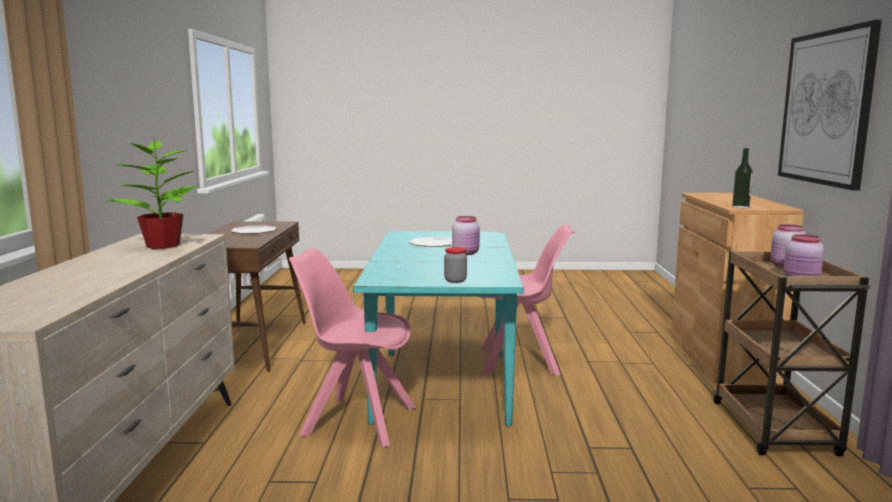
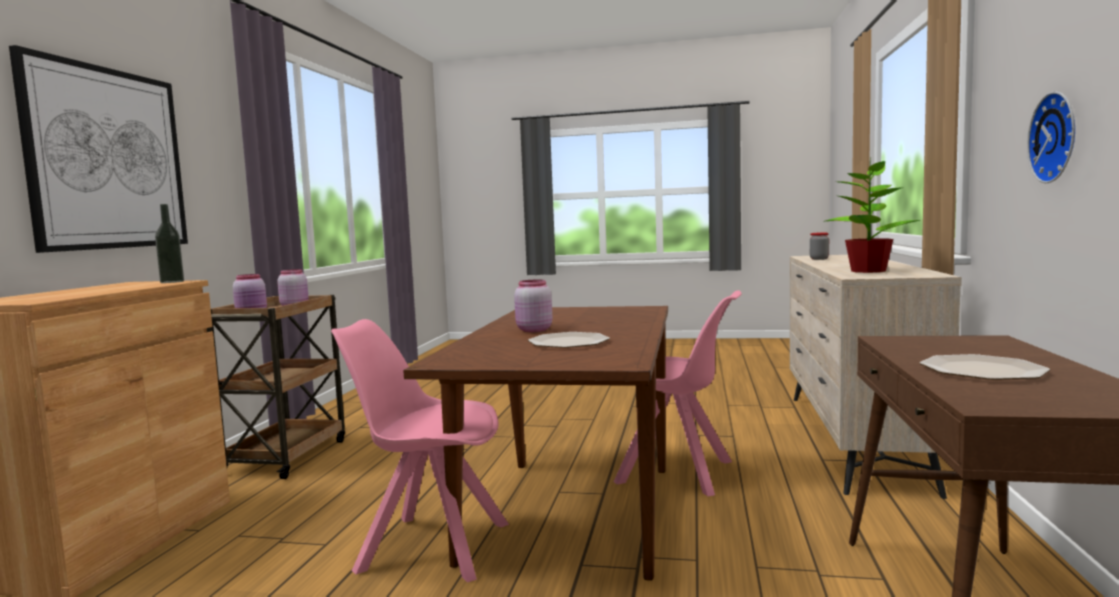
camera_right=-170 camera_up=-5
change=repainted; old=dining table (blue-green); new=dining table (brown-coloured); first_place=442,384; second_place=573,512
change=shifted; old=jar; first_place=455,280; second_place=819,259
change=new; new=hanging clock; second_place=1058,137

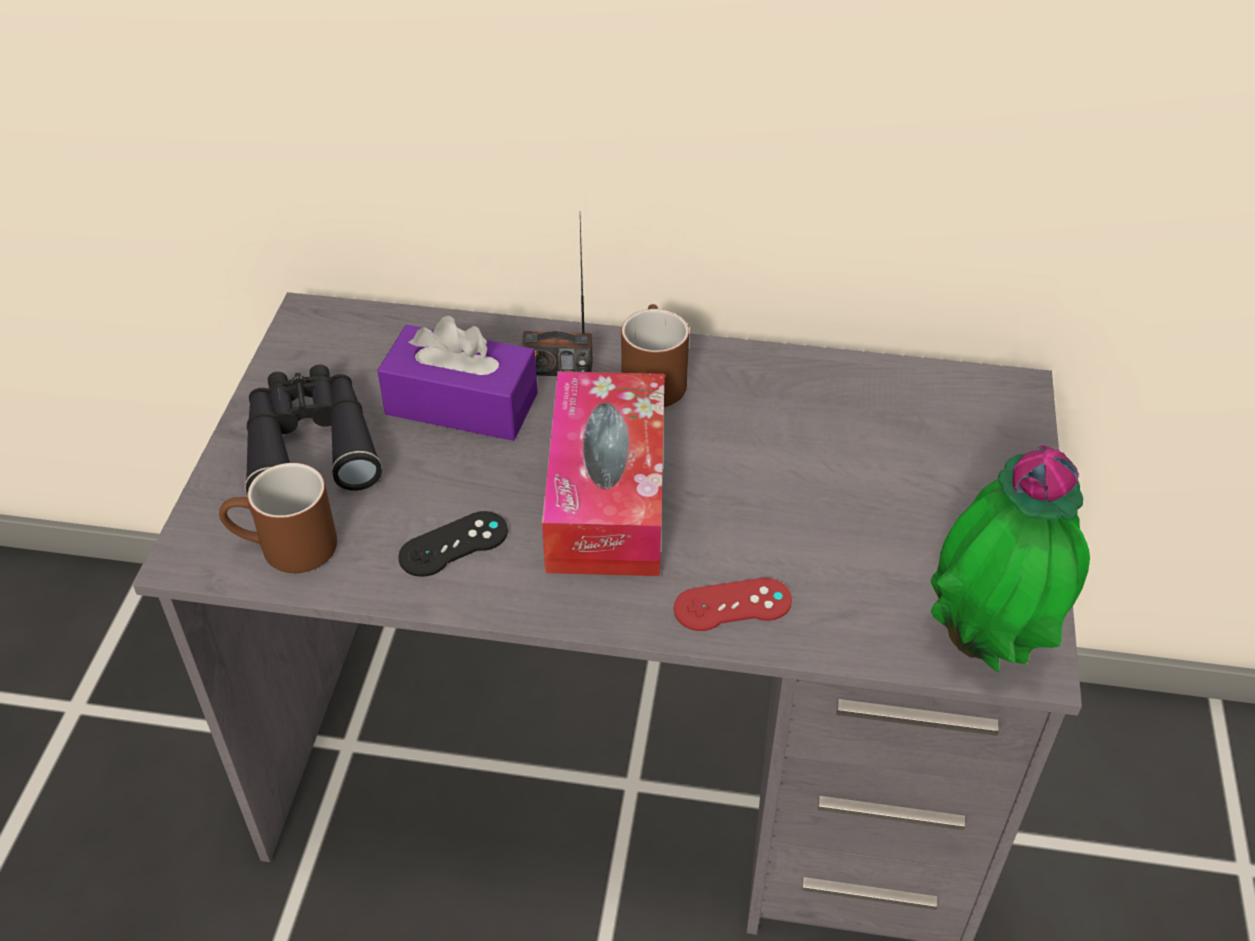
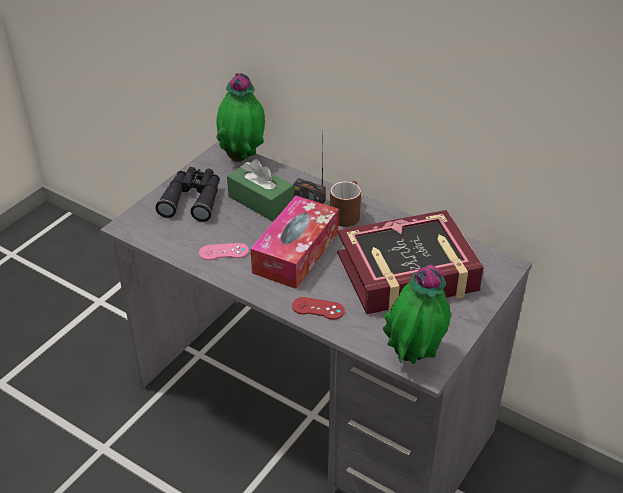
camera_right=25 camera_up=-5
change=repainted; old=tissue holder (purplish); new=tissue holder (green); first_place=461,404; second_place=261,201
change=gone; old=mug (brown-coloured); first_place=284,549
change=repainted; old=joypad (blackish); new=joypad (pink-coloured); first_place=453,544; second_place=223,252
change=new; new=houseplant; second_place=243,158
change=new; new=volume; second_place=407,273

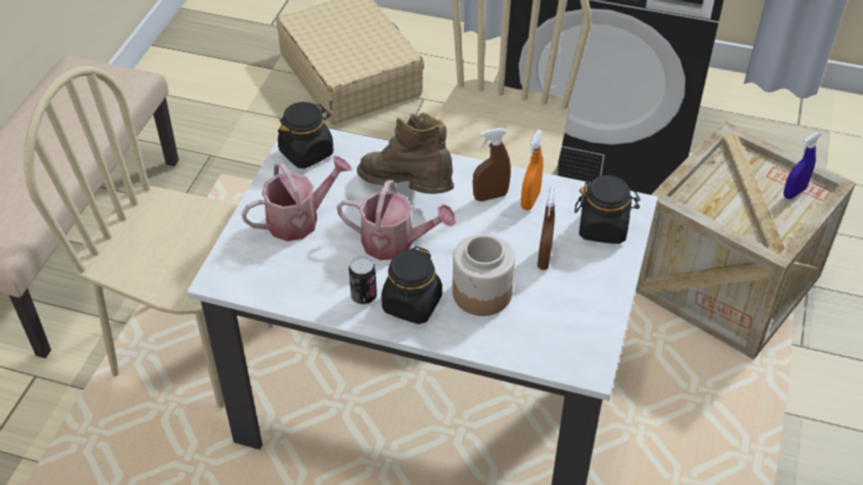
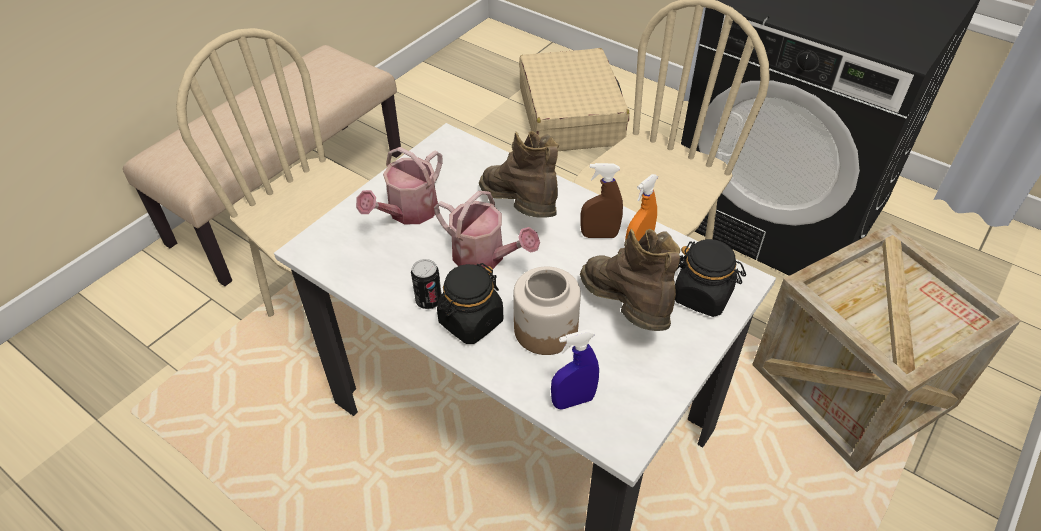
camera_right=20 camera_up=0
change=gone; old=jar (blackish); first_place=306,152
change=shifted; old=spray bottle (bluish); first_place=794,192; second_place=573,401
change=rotated; old=sprinkling can; first_place=299,219; second_place=408,212; degrees=135
change=swapped; old=spray bottle (brown-coloured); new=tall boot (brown-coloured); first_place=544,258; second_place=626,311

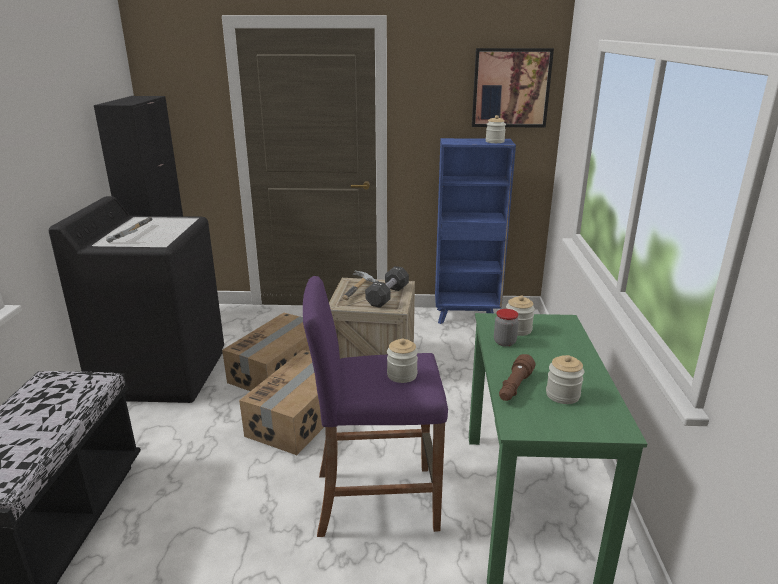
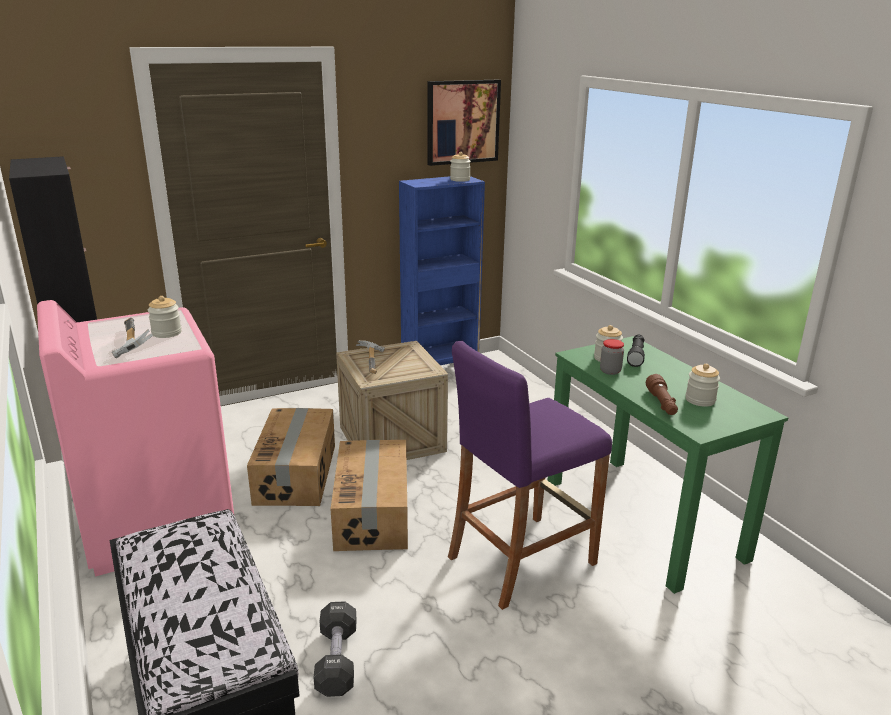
camera_right=-30 camera_up=0
change=repainted; old=laundry appliance (blackish); new=laundry appliance (pink-coloured); first_place=162,373; second_place=156,520
change=shifted; old=hand weight (blackish); first_place=387,296; second_place=337,660
change=shifted; old=jar; first_place=402,375; second_place=166,333
change=new; new=torch (blackish); second_place=636,355

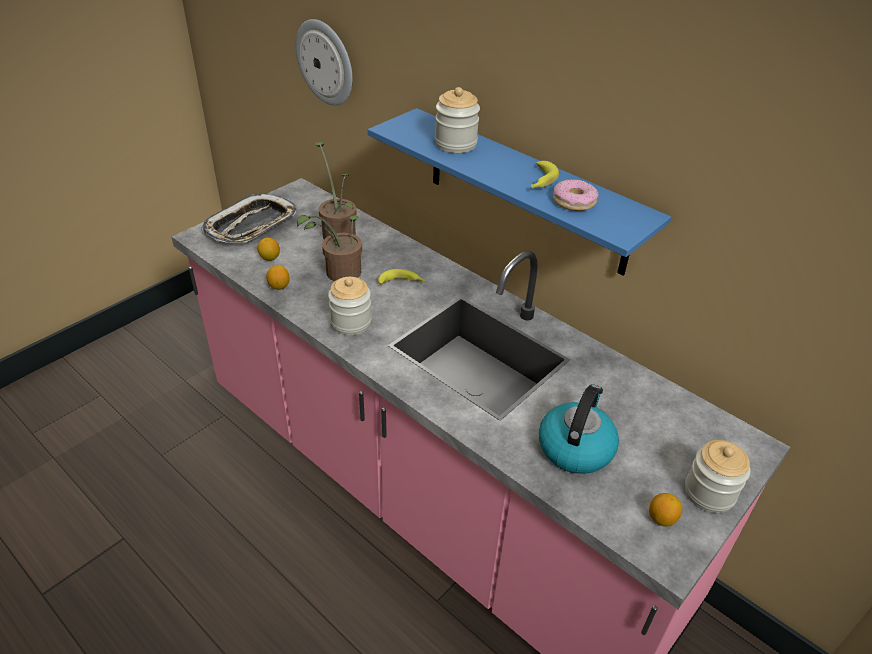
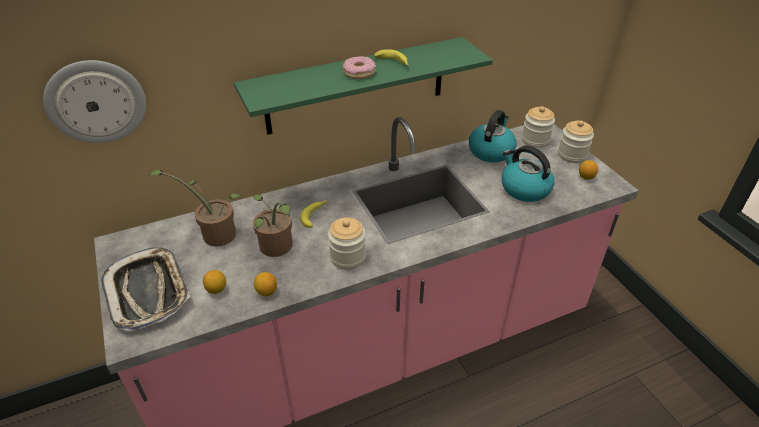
camera_right=-65 camera_up=0
change=shifted; old=jar; first_place=455,144; second_place=535,140
change=repainted; old=shelf (bluish); new=shelf (green); first_place=526,191; second_place=356,86
change=shifted; old=doughnut; first_place=574,201; second_place=359,72
change=new; new=tea kettle; second_place=491,151

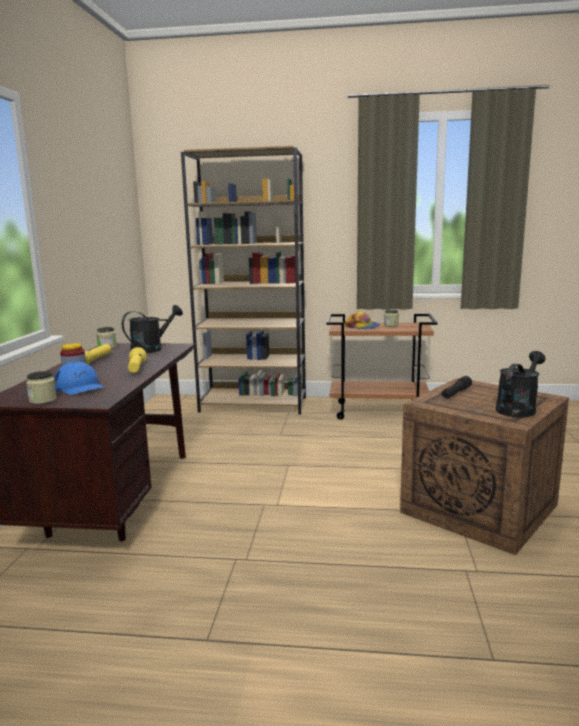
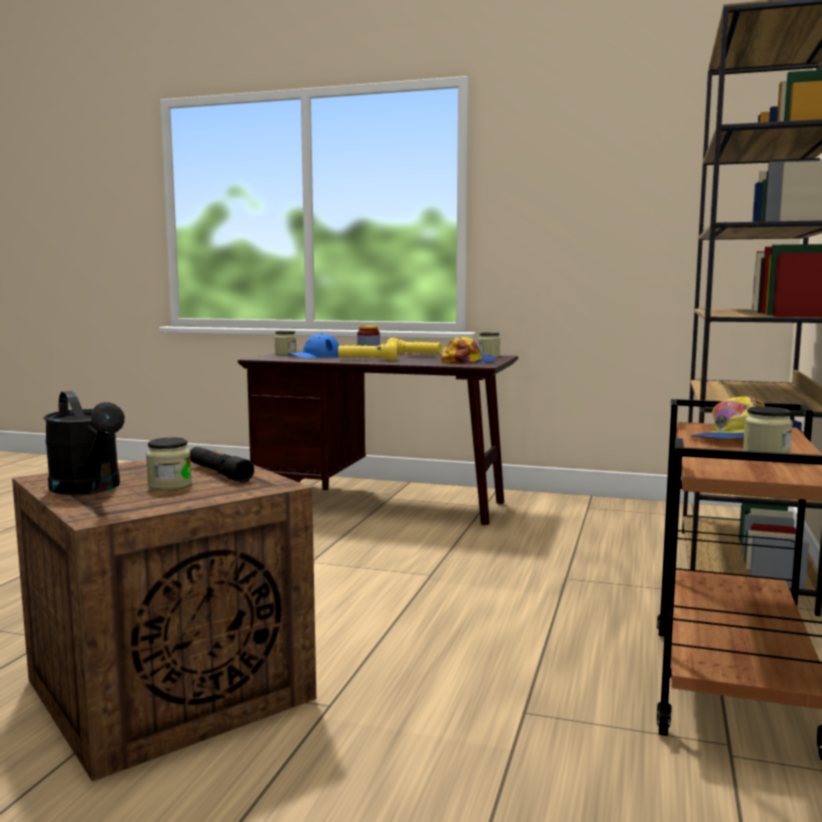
camera_right=100 camera_up=-5
change=swapped; old=sprinkling can (blackish); new=cap; first_place=152,349; second_place=468,361
change=new; new=jar; second_place=169,485

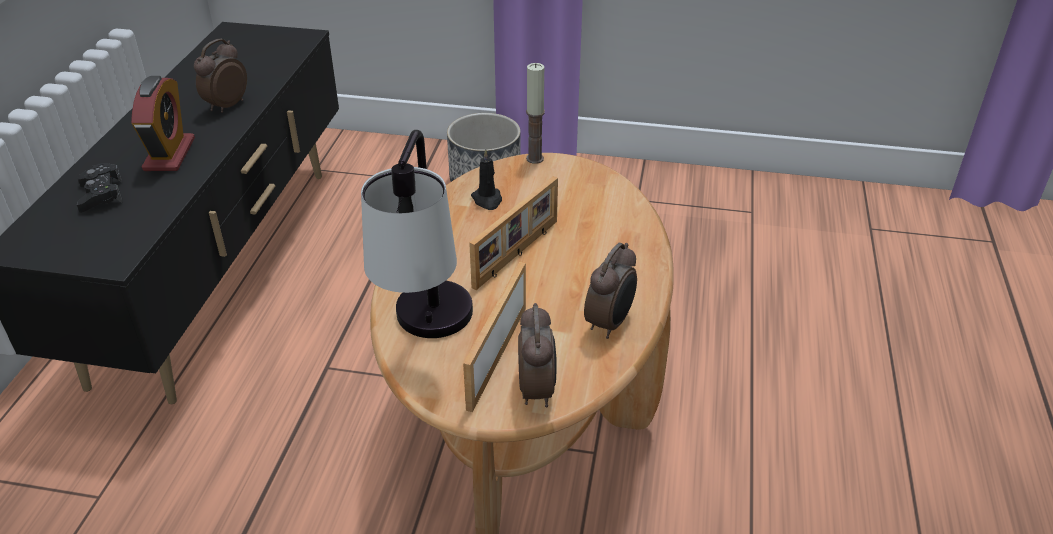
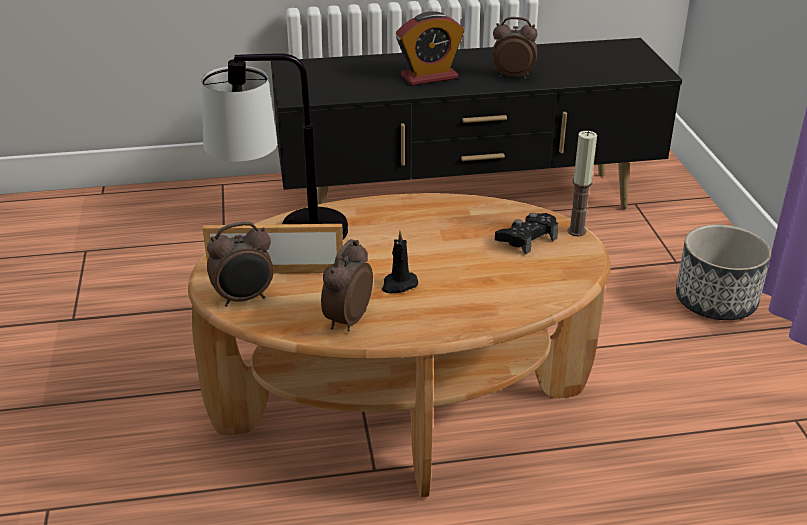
camera_right=70 camera_up=-5
change=shifted; old=wax light (blackish); first_place=487,200; second_place=398,284
change=shifted; old=joypad (blackish); first_place=101,194; second_place=527,238
change=gone; old=photo frame; first_place=517,254
change=rotated; old=bedside clock; first_place=610,323; second_place=347,320; degrees=105

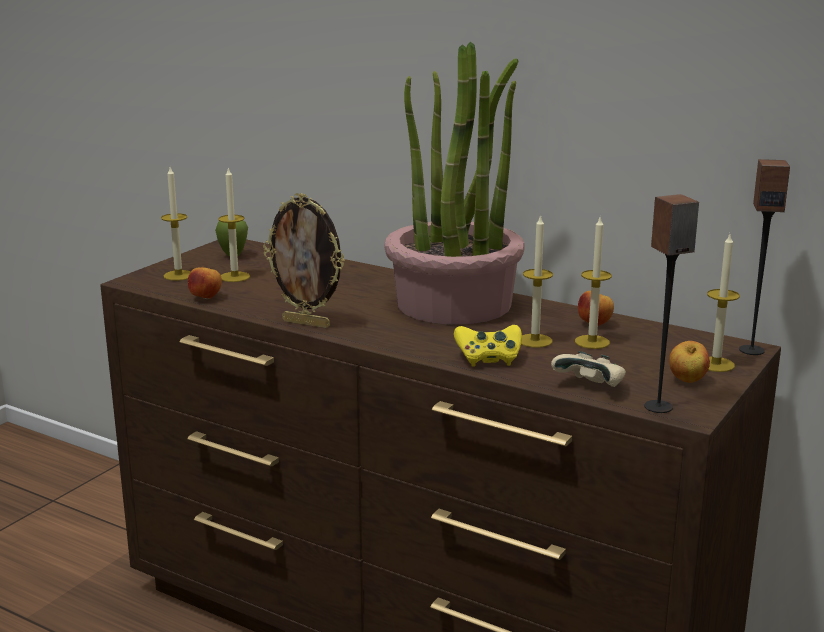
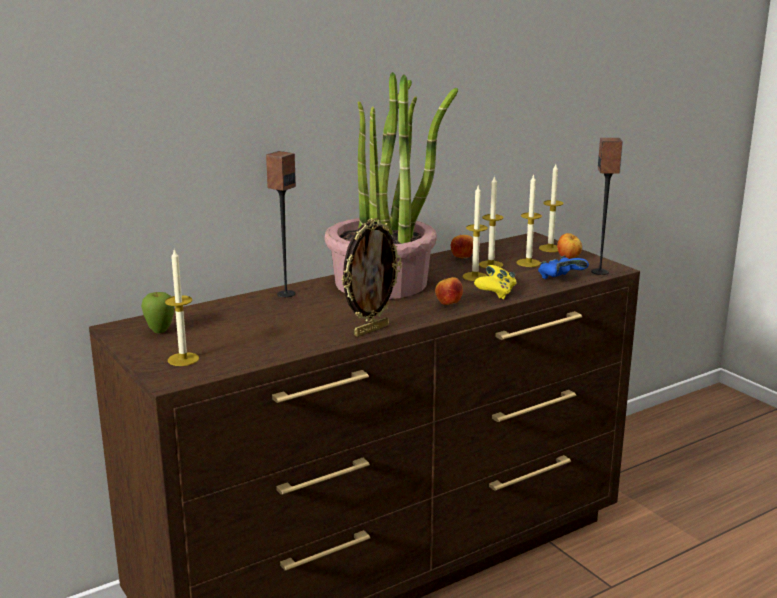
camera_right=-65 camera_up=0
change=shifted; old=speaker; first_place=751,350; second_place=285,294
change=shifted; old=wax light; first_place=234,277; second_place=528,263
change=shifted; old=apple; first_place=206,298; second_place=448,304
change=repainted; old=joypad (beige); new=joypad (bluish); first_place=591,387; second_place=560,279

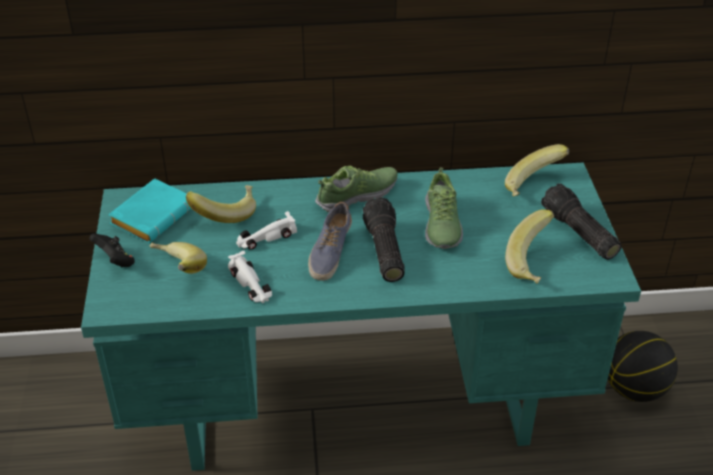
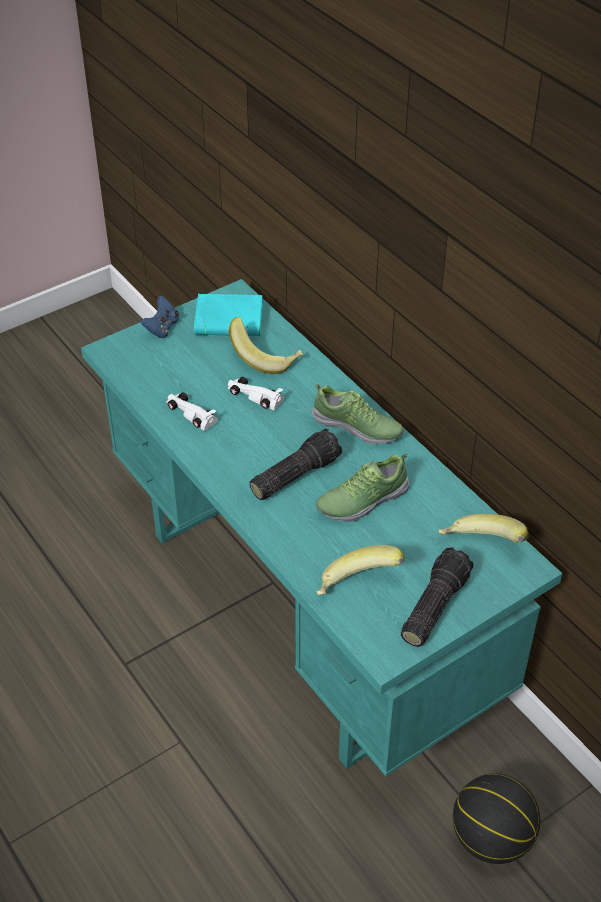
camera_right=60 camera_up=5
change=gone; old=item of footwear; first_place=330,252
change=repainted; old=joypad (blackish); new=joypad (bluish); first_place=115,261; second_place=162,328
change=gone; old=banana; first_place=176,272
change=rotated; old=toy car (white-coloured); first_place=251,284; second_place=190,413; degrees=105

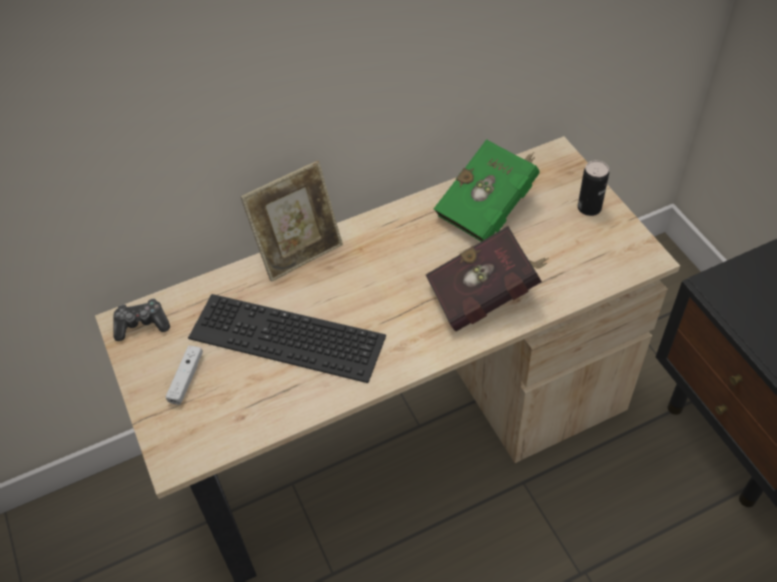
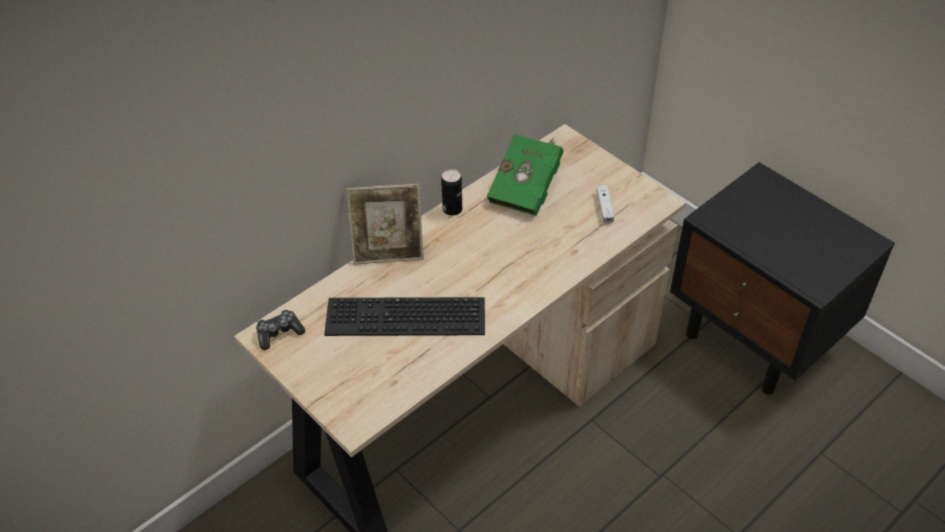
camera_right=-20 camera_up=-5
change=shifted; old=metal can; first_place=589,208; second_place=452,209
change=rotated; old=photo frame; first_place=300,253; second_place=388,252; degrees=45
change=gone; old=volume (red-coloured); first_place=486,295
change=shifted; old=joypad (white-coloured); first_place=186,378; second_place=604,207

